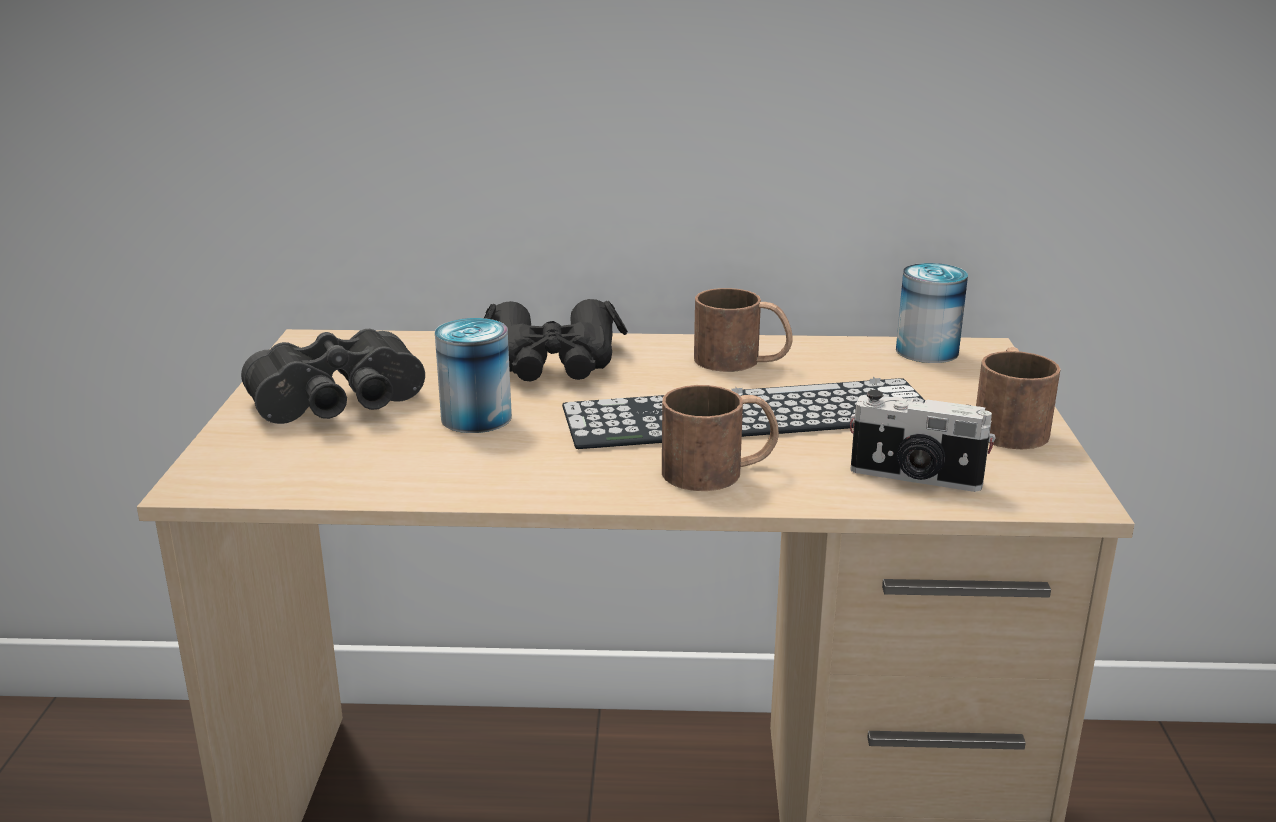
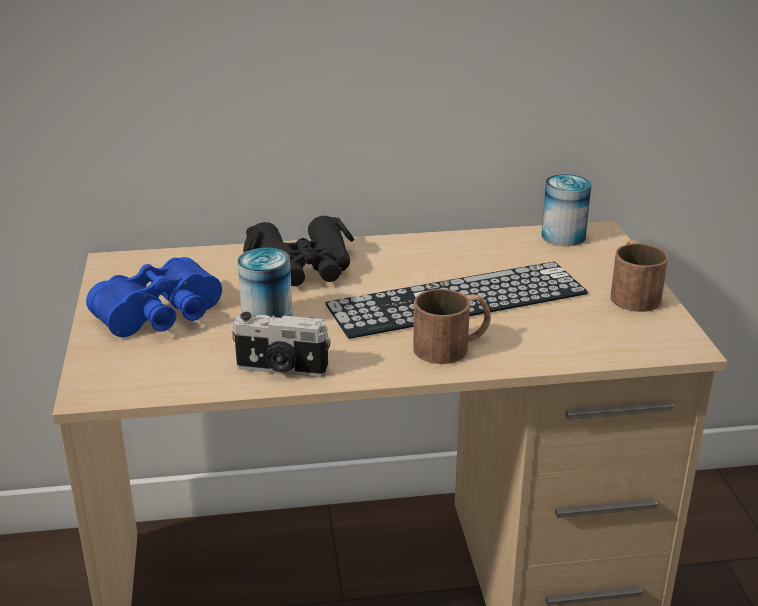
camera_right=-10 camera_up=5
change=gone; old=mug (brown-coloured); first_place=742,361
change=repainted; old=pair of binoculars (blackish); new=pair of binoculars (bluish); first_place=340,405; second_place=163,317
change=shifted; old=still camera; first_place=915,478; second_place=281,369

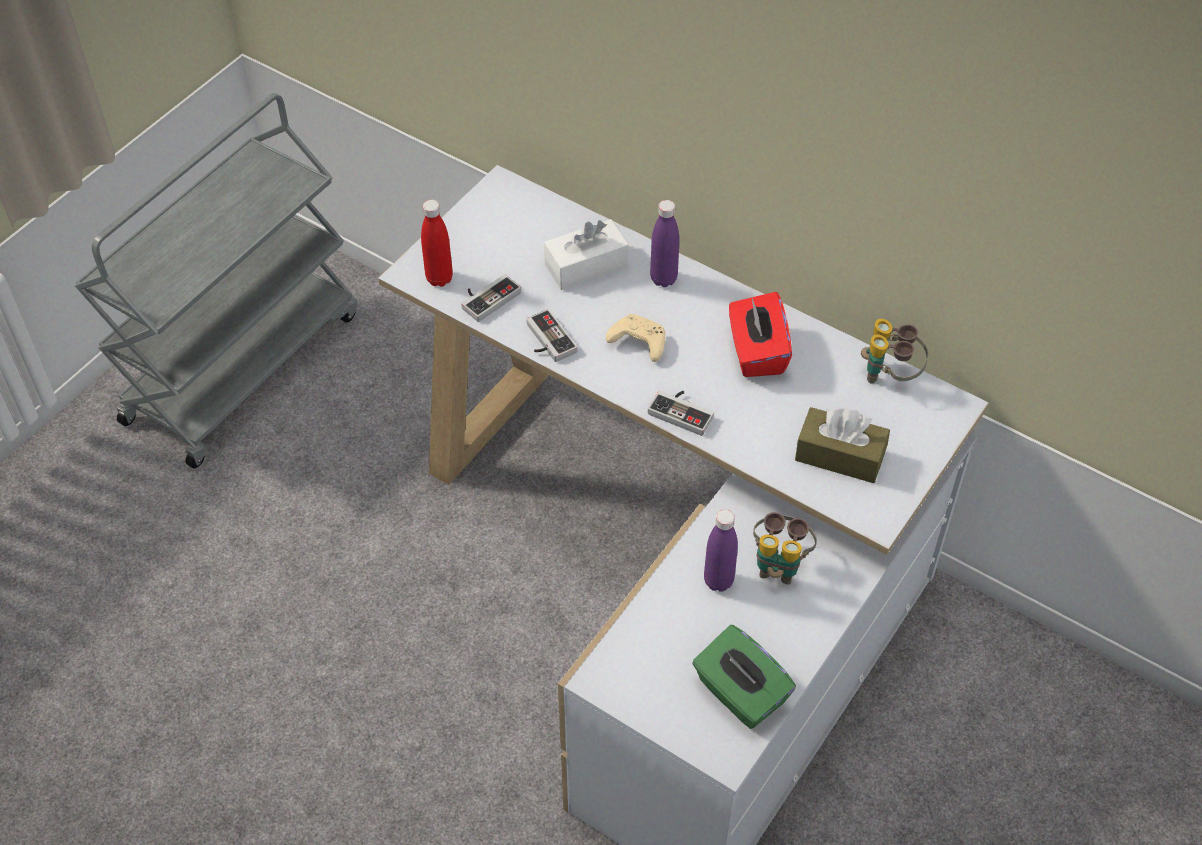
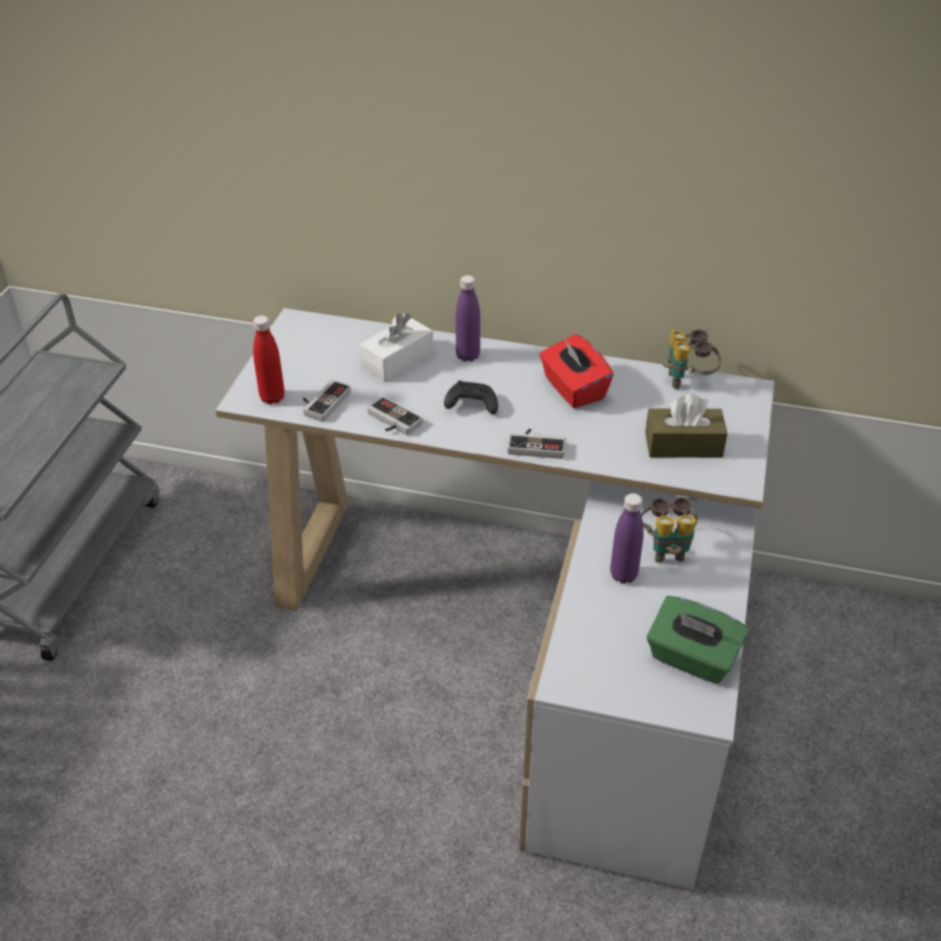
camera_right=-20 camera_up=-10
change=repainted; old=joypad (beige); new=joypad (blackish); first_place=637,343; second_place=470,405

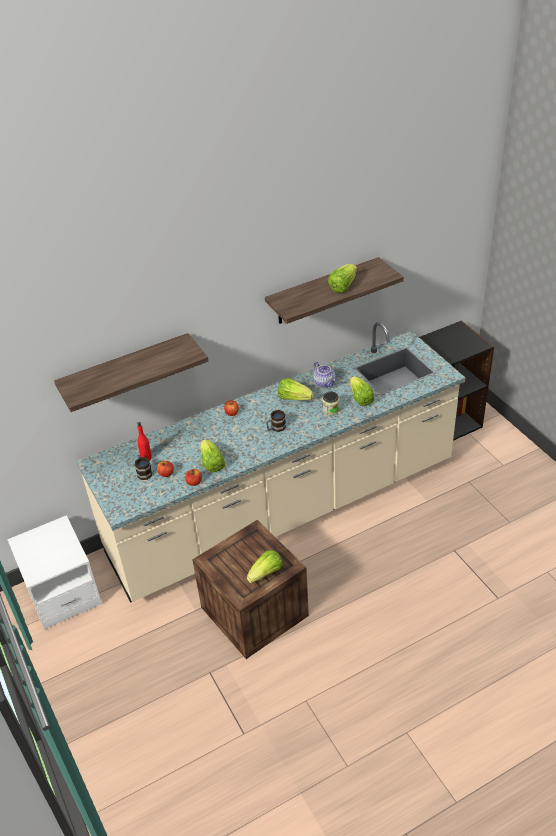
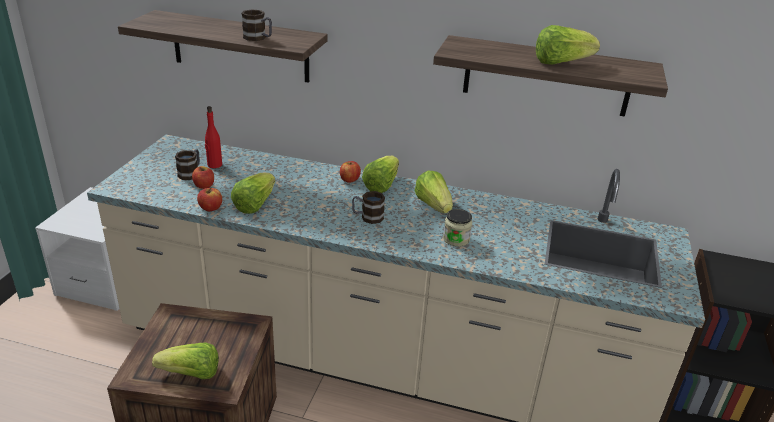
camera_right=40 camera_up=-10
change=gone; old=teapot; first_place=325,383
change=shifted; old=lettuce; first_place=360,398; second_place=381,185
change=new; new=mug; second_place=258,38

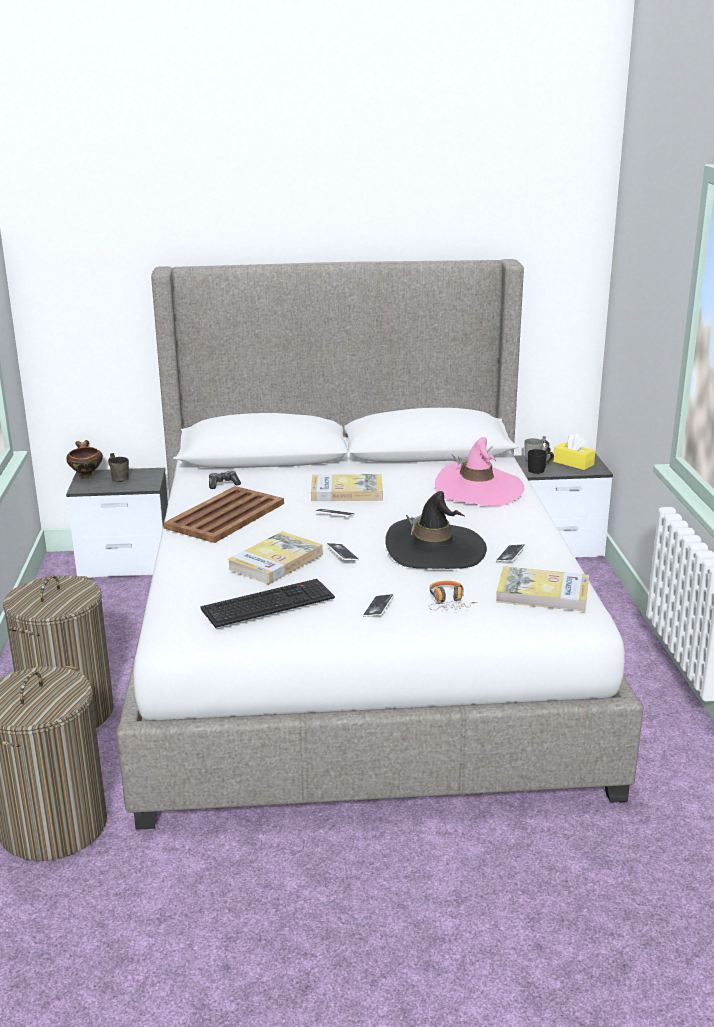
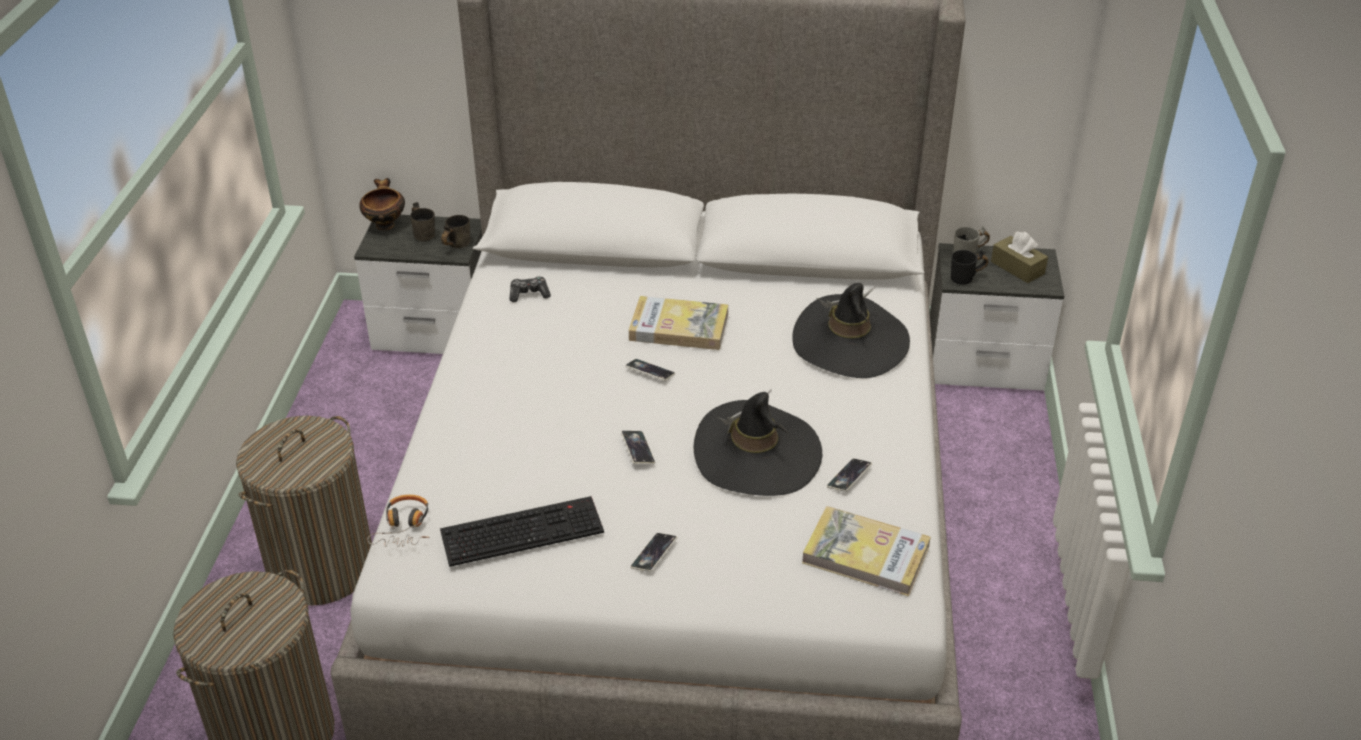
camera_right=10 camera_up=15
change=repainted; old=tissue holder (yellow); new=tissue holder (brown-coloured); first_place=573,463; second_place=1017,268
change=repainted; old=wearable hat (pink-coloured); new=wearable hat (blackish); first_place=479,490; second_place=850,342
change=gone; old=carrying tray (brown-coloured); first_place=224,516
change=gone; old=volume; first_place=276,562
change=shifted; old=pair of headphones; first_place=448,602; second_place=404,527
change=new; new=mug (greyish); second_place=454,246

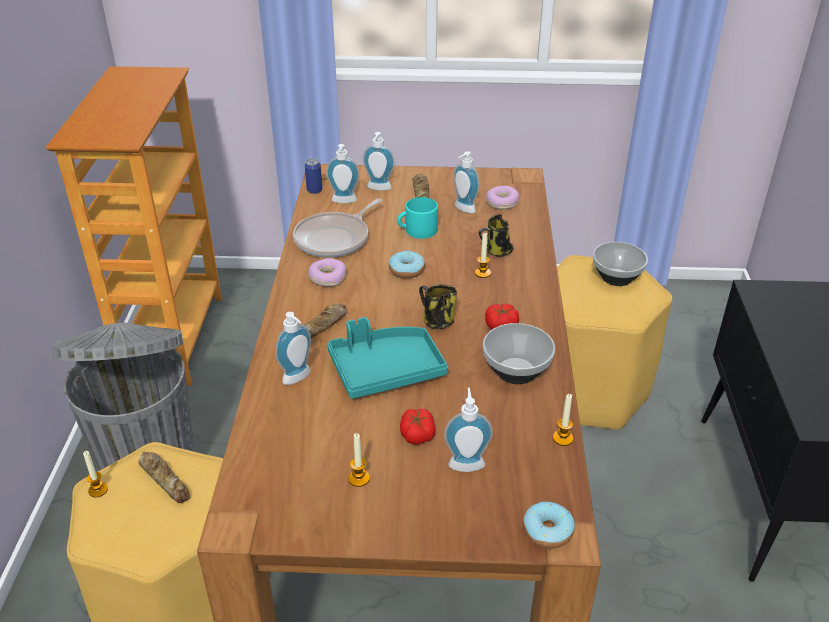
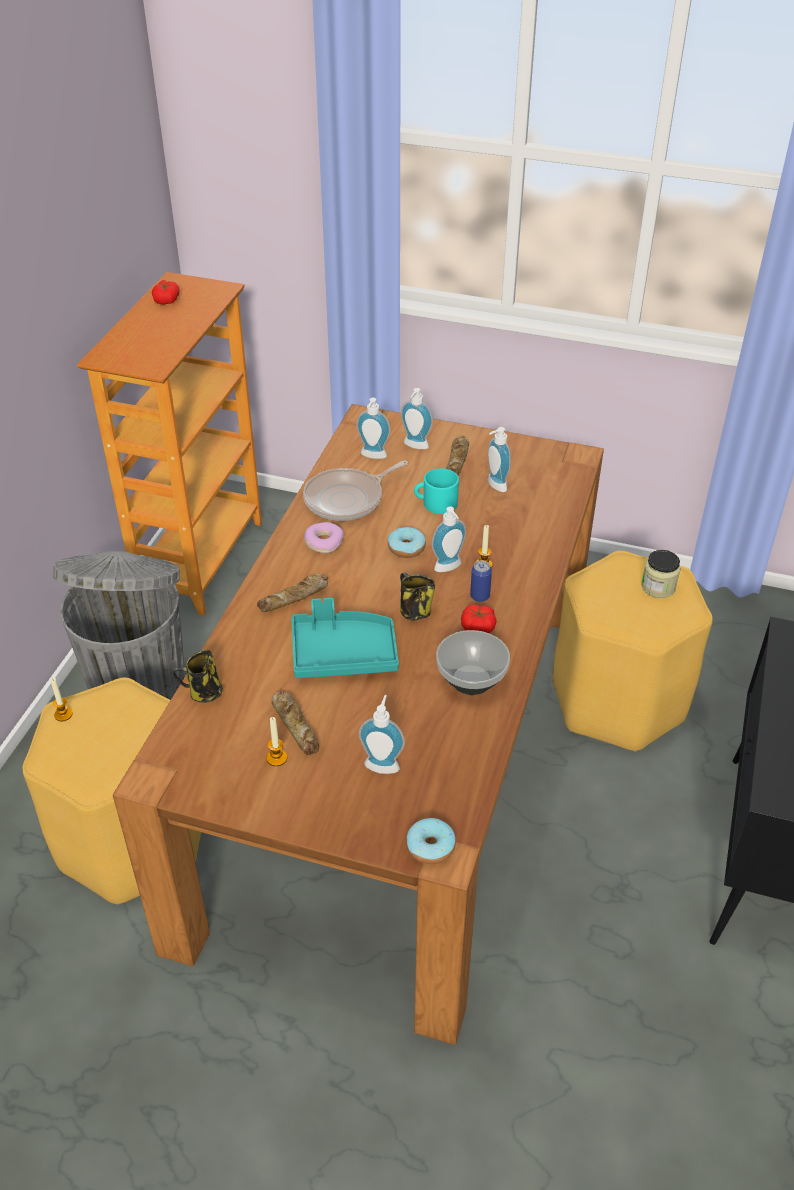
camera_right=15 camera_up=5
change=shifted; old=metal can; first_place=314,190; second_place=480,596
change=gone; old=doughnut; first_place=502,203
change=shifted; old=mug; first_place=497,251; second_place=203,693
change=swapped; old=bowl; new=jar; first_place=617,278; second_place=658,587
change=shifted; old=soap dispenser; first_place=299,378; second_place=449,568
change=gone; old=wax light; first_place=562,438
change=shifted; old=whole tomato; first_place=417,434; second_place=166,300
change=shifted; old=baked bread; first_place=165,480; second_place=296,726

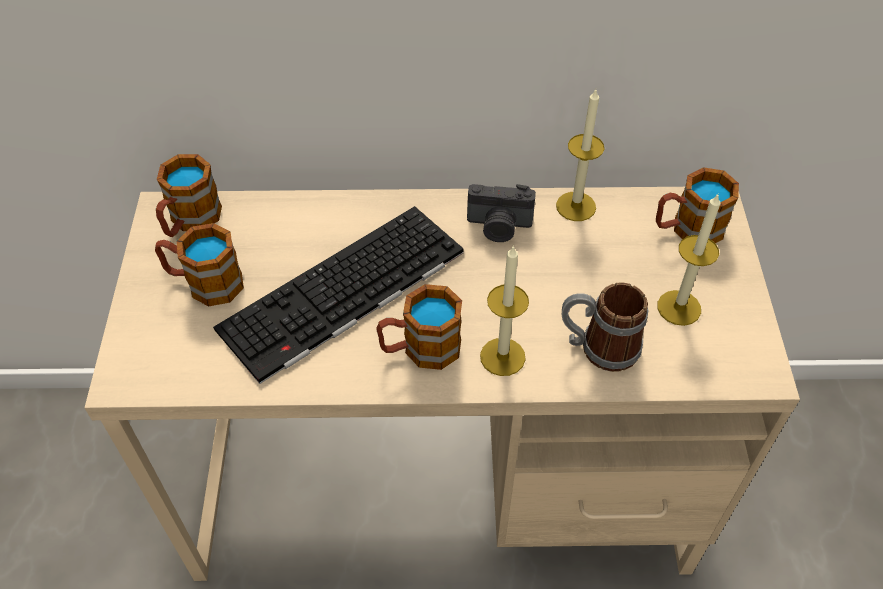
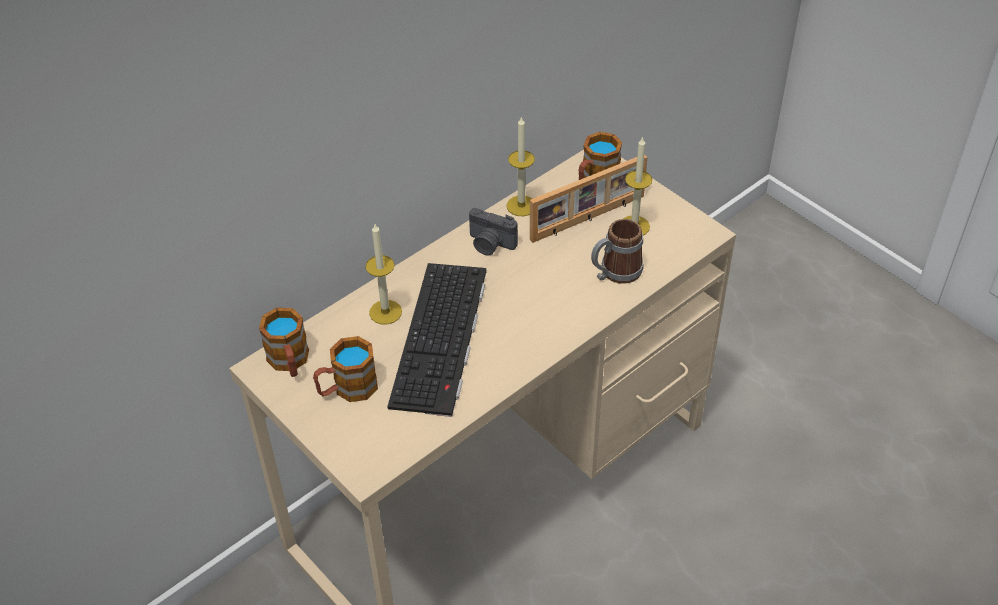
camera_right=-40 camera_up=-5
change=rotated; old=still camera; first_place=498,227; second_place=490,244; degrees=60
change=shifted; old=wax light; first_place=502,357; second_place=385,312
change=gone; old=mug; first_place=420,349
change=new; new=photo frame; second_place=588,219

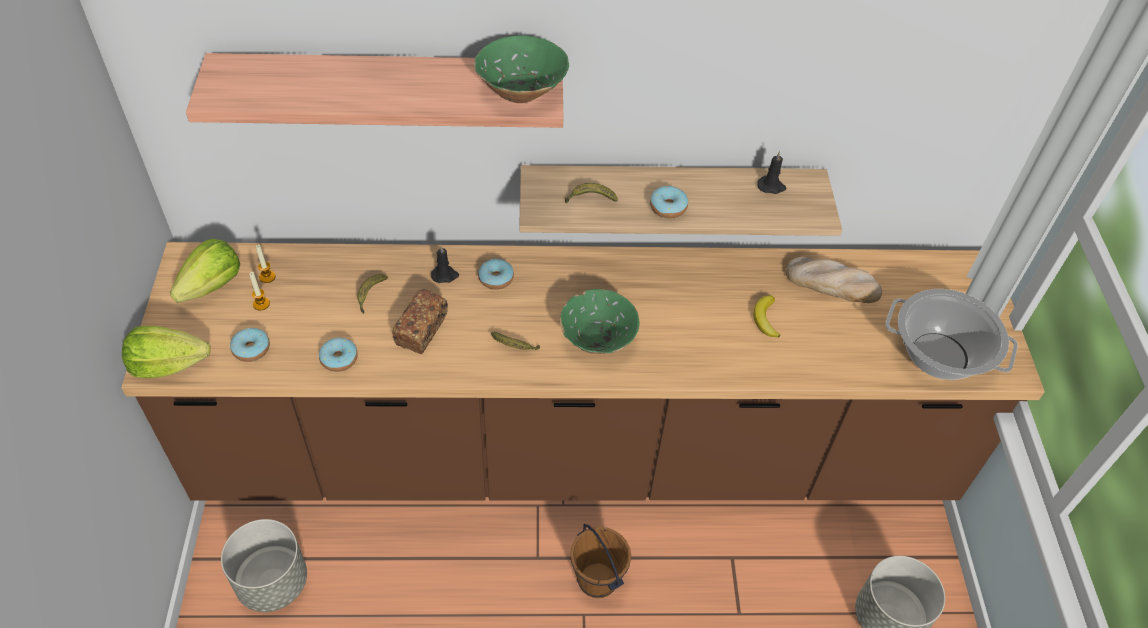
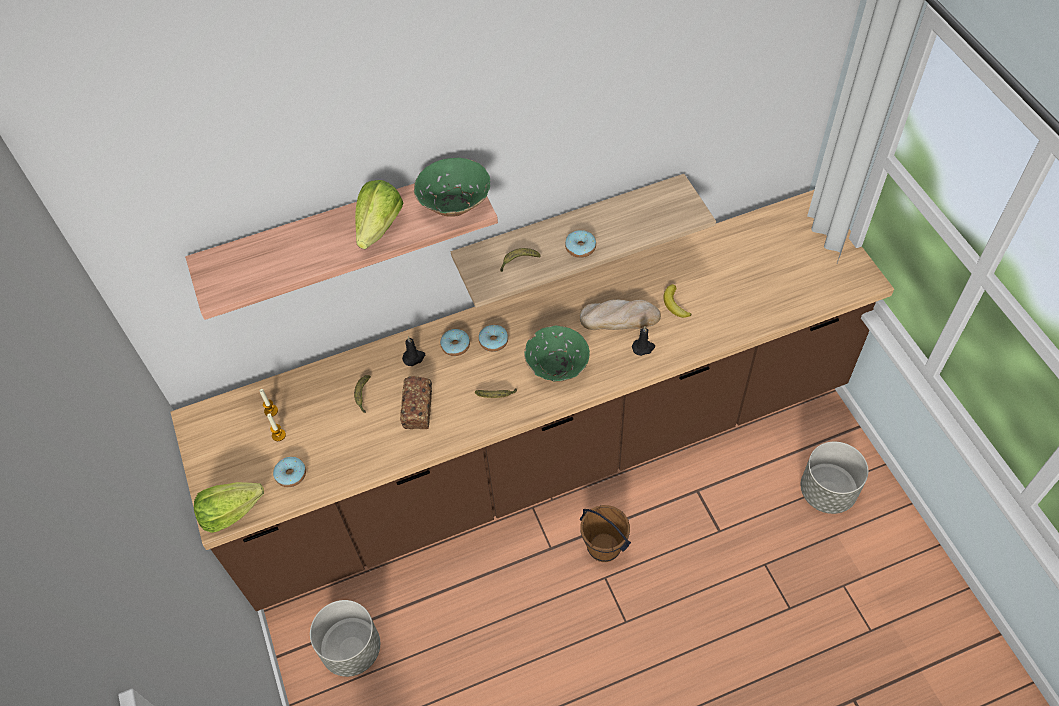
camera_right=-15 camera_up=5
change=shifted; old=wax light (blackish); first_place=771,186; second_place=643,347
change=shifted; old=lettuce; first_place=212,286; second_place=379,227
change=shifted; old=baked bread; first_place=832,283; second_place=620,318
change=gone; old=cooking pot; first_place=940,356
change=shifted; old=doughnut; first_place=339,359; second_place=493,341

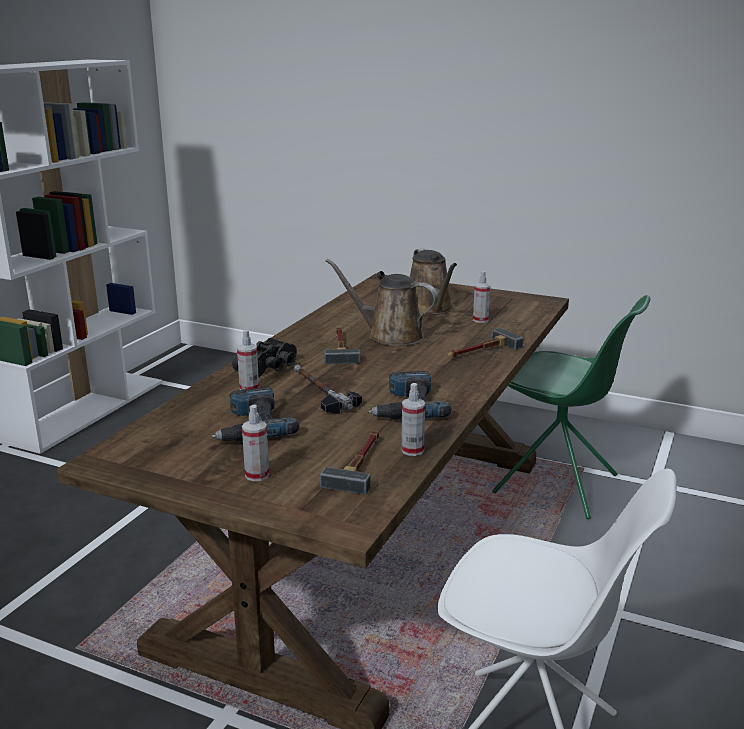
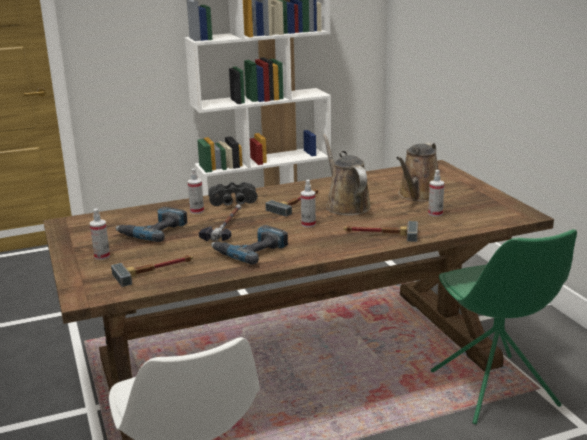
camera_right=45 camera_up=0
change=shifted; old=spray bottle; first_place=412,450; second_place=308,224

